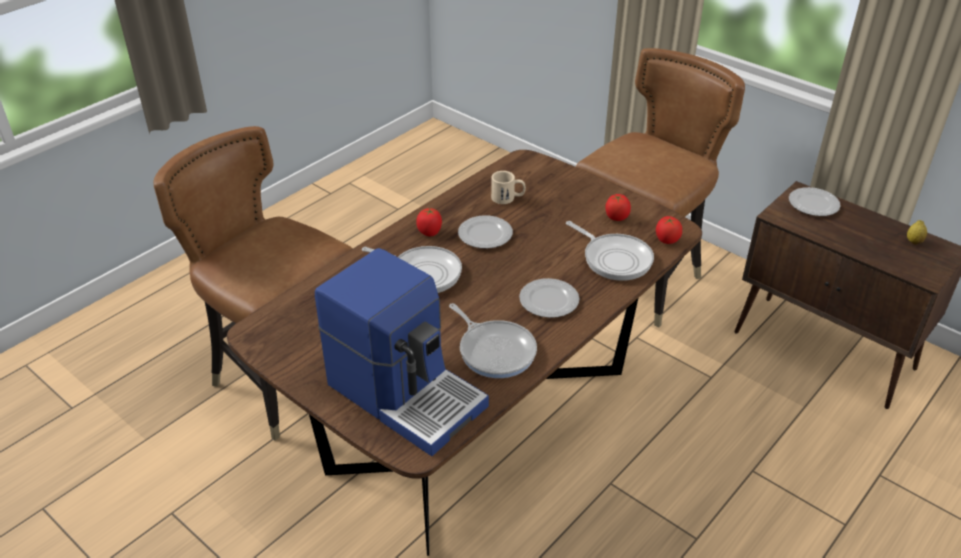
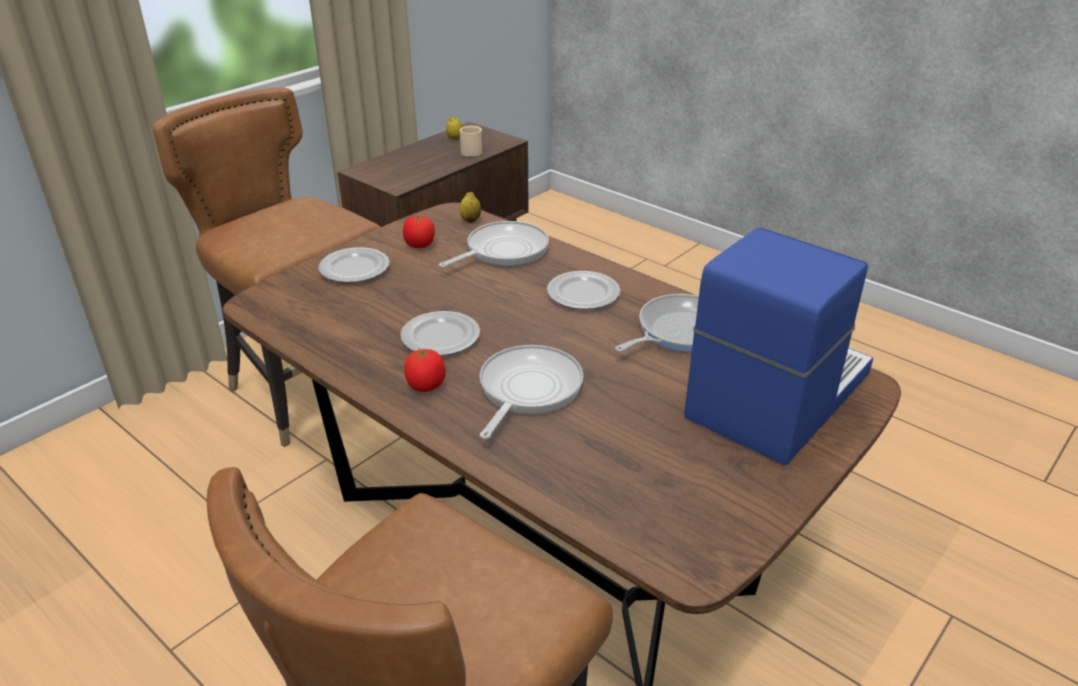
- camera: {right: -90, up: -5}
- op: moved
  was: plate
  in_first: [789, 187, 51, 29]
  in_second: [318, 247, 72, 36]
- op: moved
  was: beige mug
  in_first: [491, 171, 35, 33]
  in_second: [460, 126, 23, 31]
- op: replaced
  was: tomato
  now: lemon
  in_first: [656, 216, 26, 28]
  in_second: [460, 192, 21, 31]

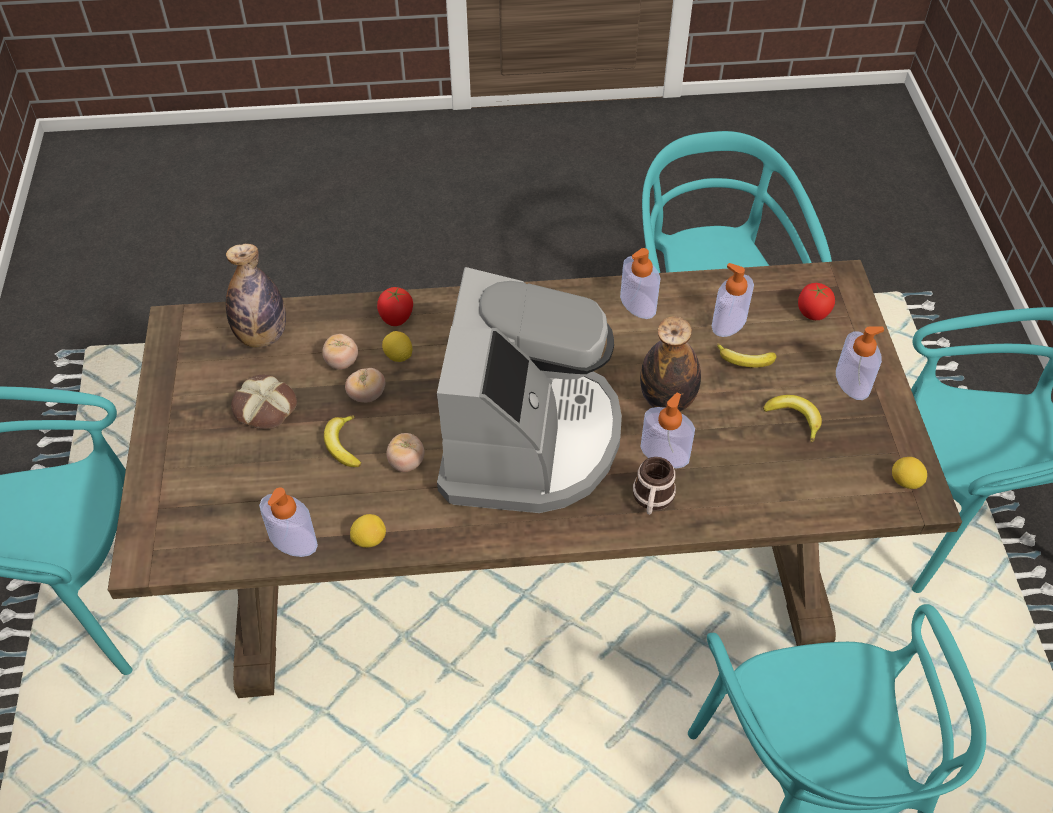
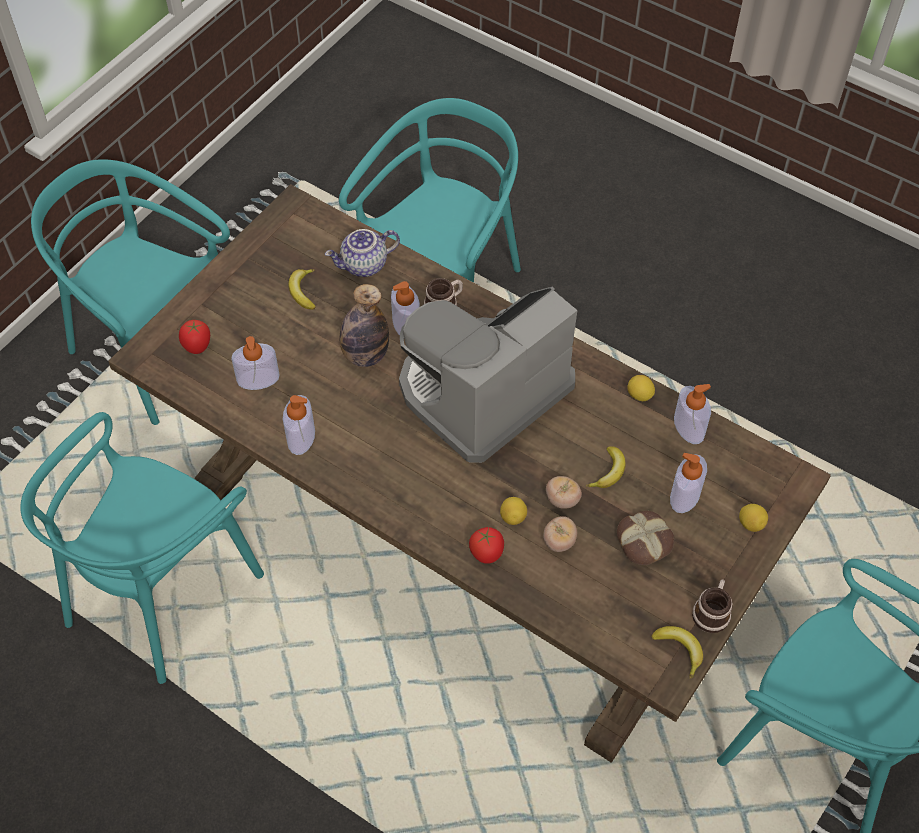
- camera: {right: -140, up: 5}
- op: added
  now: teapot
  in_second: [325, 229, 75, 48]
- op: moved
  was: banana
  in_first: [717, 344, 60, 24]
  in_second: [651, 626, 52, 53]
- op: moved
  was: soap dispenser
  in_first: [836, 326, 48, 74]
  in_second: [670, 453, 37, 60]
- op: added
  now: mug
  in_second: [692, 579, 41, 54]
- op: moved
  was: lemon
  in_first: [892, 457, 35, 32]
  in_second: [739, 504, 29, 28]
- op: removed
  was: bottle
  in_first: [226, 244, 60, 104]
- op: removed
  was: tomato
  in_first: [386, 433, 39, 39]

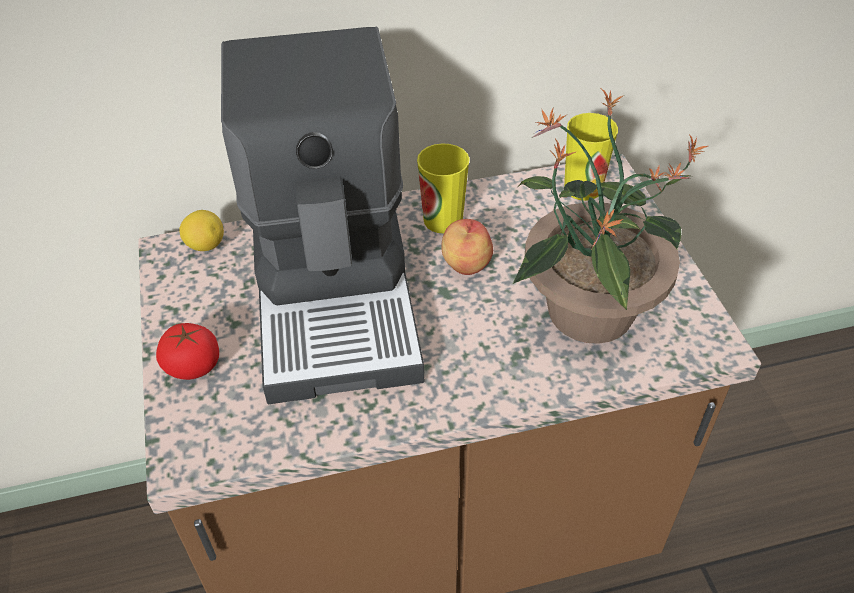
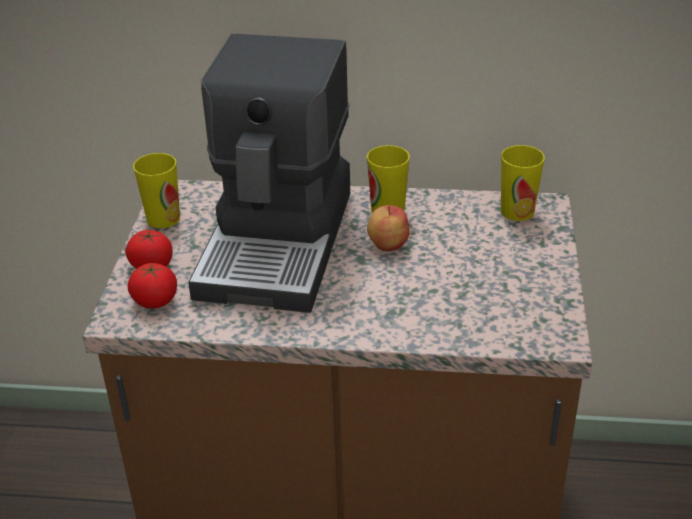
- camera: {right: 20, up: -10}
- op: added
  now: tomato
  in_second: [127, 263, 50, 46]
- op: added
  now: cup
  in_second: [133, 153, 47, 75]
- op: removed
  was: lemon
  in_first: [179, 210, 45, 41]
- op: removed
  was: potted plant
  in_first: [513, 89, 195, 255]

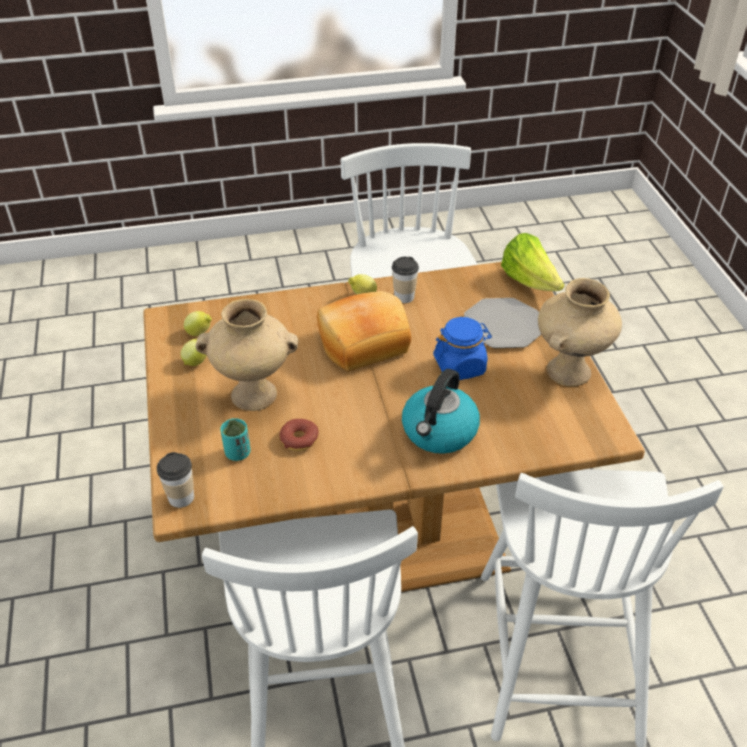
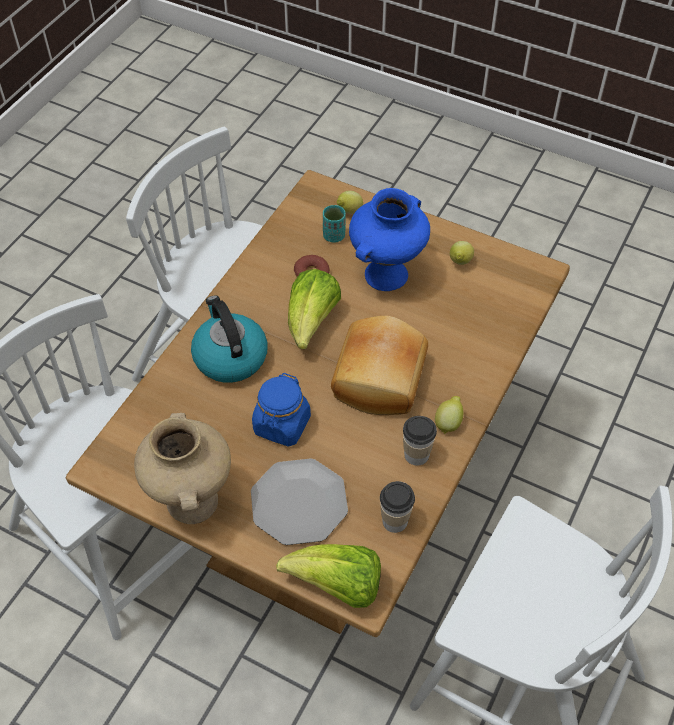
- camera: {right: 130, up: 10}
- op: added
  now: lettuce
  in_second: [288, 269, 53, 80]
- op: moved
  was: lemon
  in_first: [184, 311, 28, 25]
  in_second: [337, 191, 26, 23]
- op: recoloured
  was: beige vase
  now: blue vase
  in_first: [196, 299, 102, 112]
  in_second: [349, 188, 81, 103]
- op: moved
  was: cup
  in_first: [157, 452, 37, 56]
  in_second: [380, 481, 35, 52]

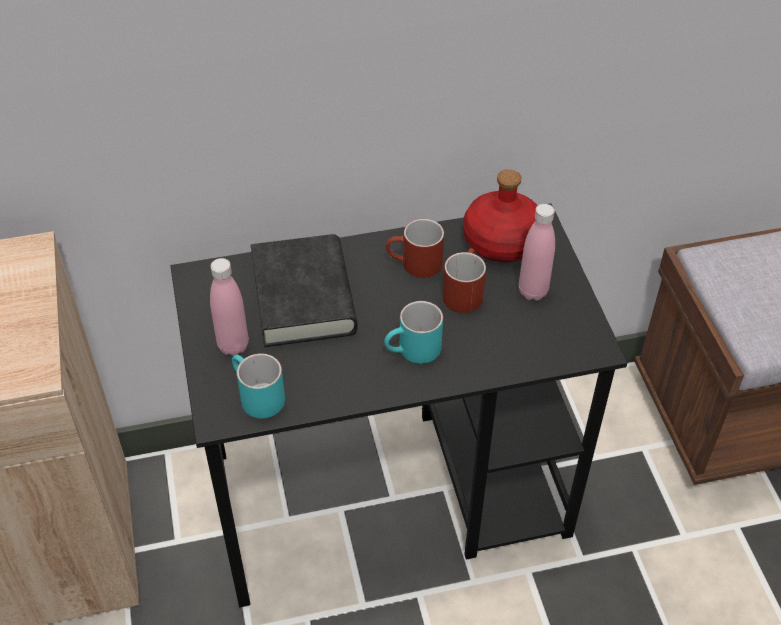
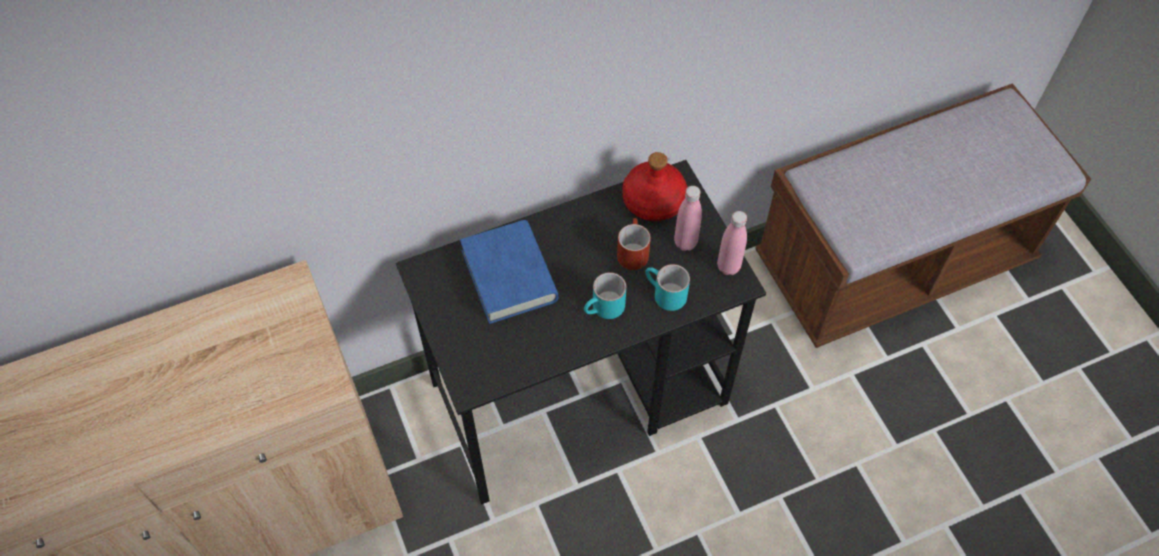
- camera: {right: -10, up: 10}
- op: recoloured
  was: black book
  now: blue book
  in_first: [251, 234, 106, 113]
  in_second: [460, 220, 98, 104]
- op: moved
  was: turquoise mug
  in_first: [232, 353, 53, 66]
  in_second: [645, 264, 45, 47]
- op: moved
  was: pink bottle
  in_first: [210, 258, 39, 98]
  in_second: [717, 211, 30, 64]
- op: removed
  was: red mug
  in_first: [386, 219, 58, 59]

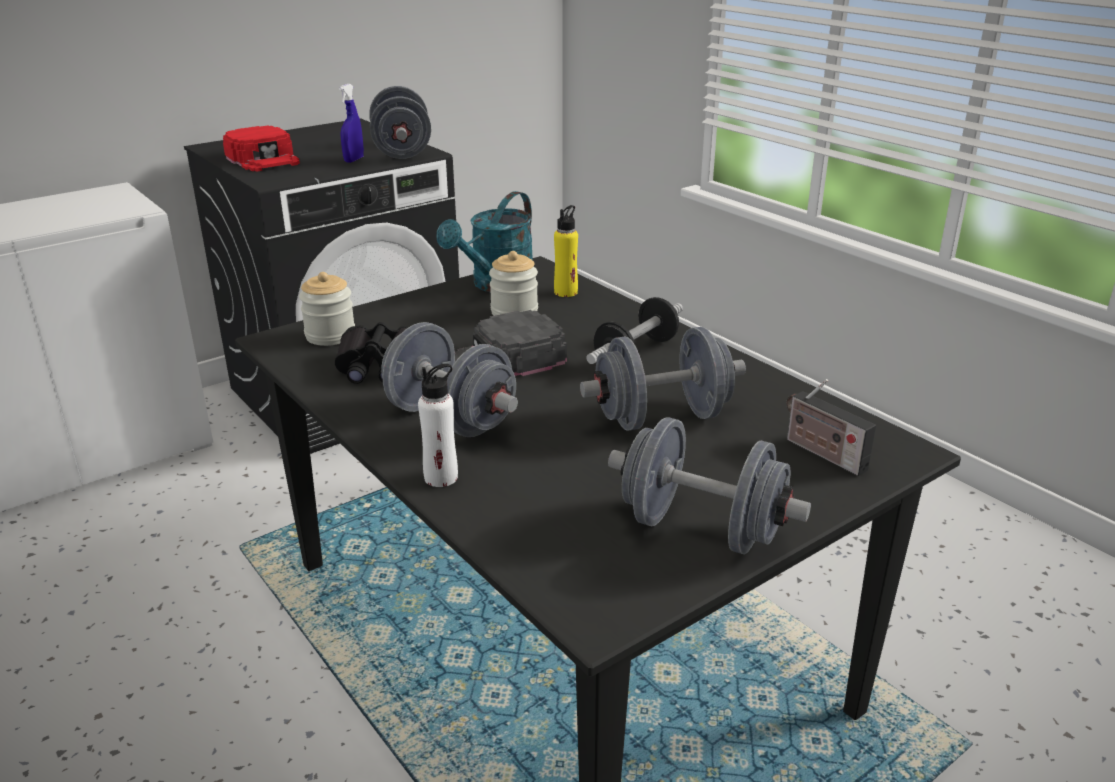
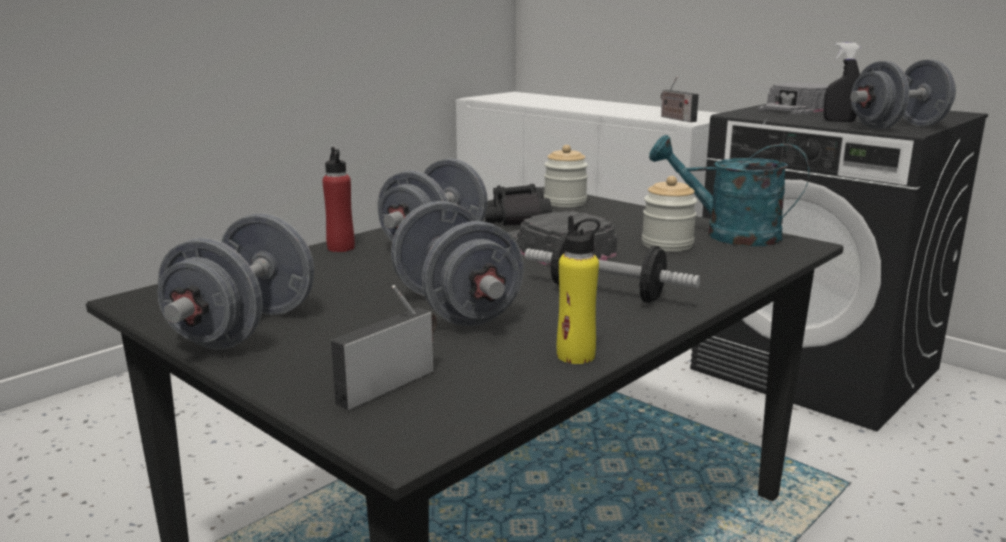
- camera: {right: 80, up: -10}
- op: recoloured
  was: white bottle
  now: red bottle
  in_first: [418, 364, 40, 123]
  in_second: [322, 147, 33, 105]
- op: moved
  was: yellow bottle
  in_first: [554, 205, 24, 92]
  in_second: [557, 216, 43, 148]
- op: added
  now: radio
  in_second: [661, 77, 38, 45]
- op: recoloured
  was: red cap
  now: grey cap
  in_first: [223, 125, 77, 47]
  in_second: [758, 82, 71, 32]
- op: recoloured
  was: blue spray bottle
  now: black spray bottle
  in_first: [339, 84, 25, 79]
  in_second: [823, 42, 37, 80]

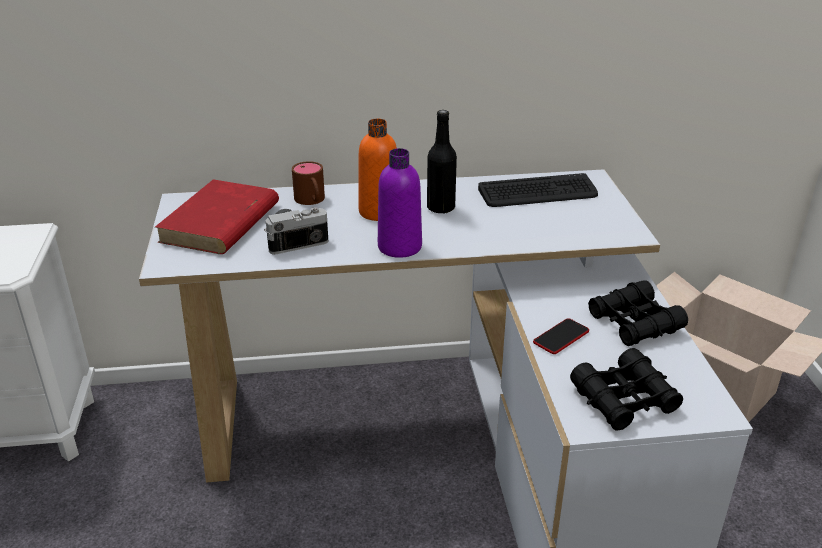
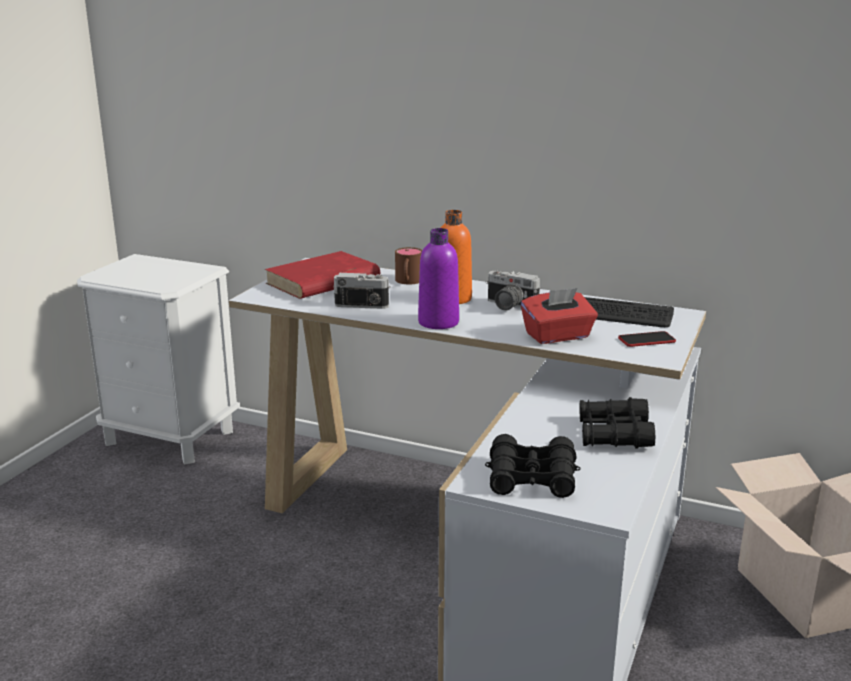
- camera: {right: 30, up: -10}
- op: replaced
  was: black bottle
  now: photo camera
  in_first: [427, 110, 30, 104]
  in_second: [485, 271, 55, 39]
- op: added
  now: red tissue box
  in_second: [521, 288, 77, 56]
- op: moved
  was: phone
  in_first: [533, 318, 56, 36]
  in_second: [618, 331, 58, 16]

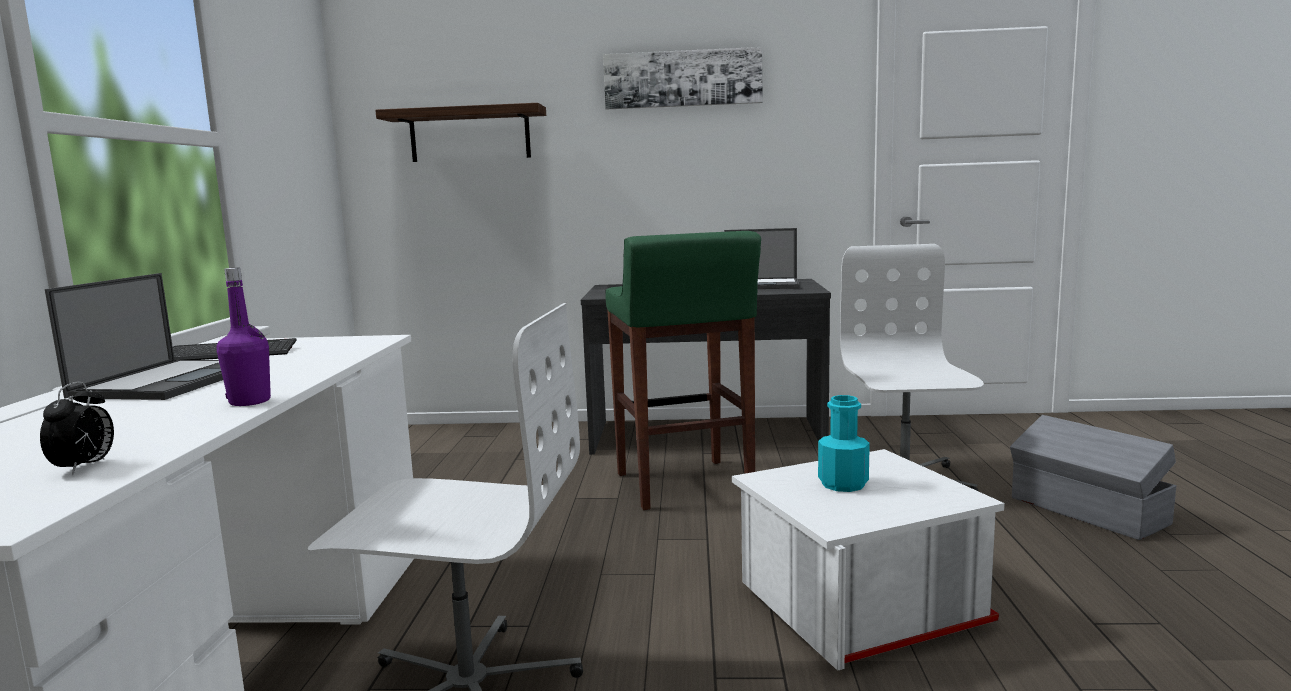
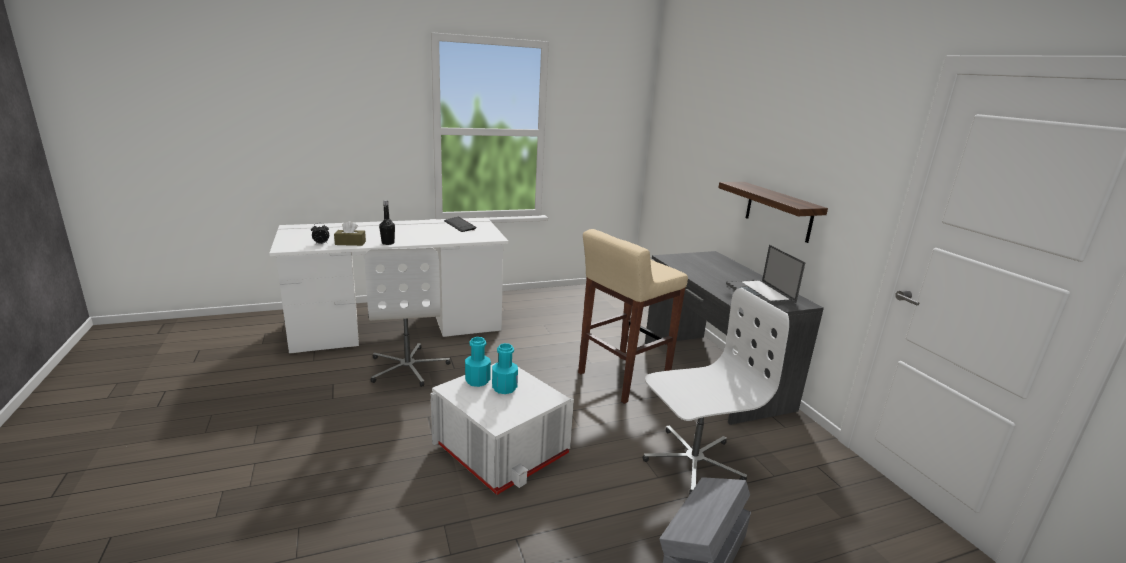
- camera: {right: 65, up: 10}
- op: added
  now: brown tissue box
  in_second: [334, 221, 32, 25]
- op: recoloured
  was: purple bottle
  now: black bottle
  in_first: [217, 268, 54, 138]
  in_second: [379, 201, 16, 44]
- op: added
  now: turquoise bottle
  in_second: [465, 337, 26, 50]
- op: recoloured
  was: green stool
  now: beige stool
  in_first: [605, 231, 156, 279]
  in_second: [578, 229, 110, 175]
- op: moved
  was: shelf
  in_first: [375, 103, 171, 59]
  in_second: [718, 182, 110, 61]
- op: removed
  was: laptop
  in_first: [45, 273, 178, 127]
- op: removed
  was: picture
  in_first: [603, 47, 159, 63]

